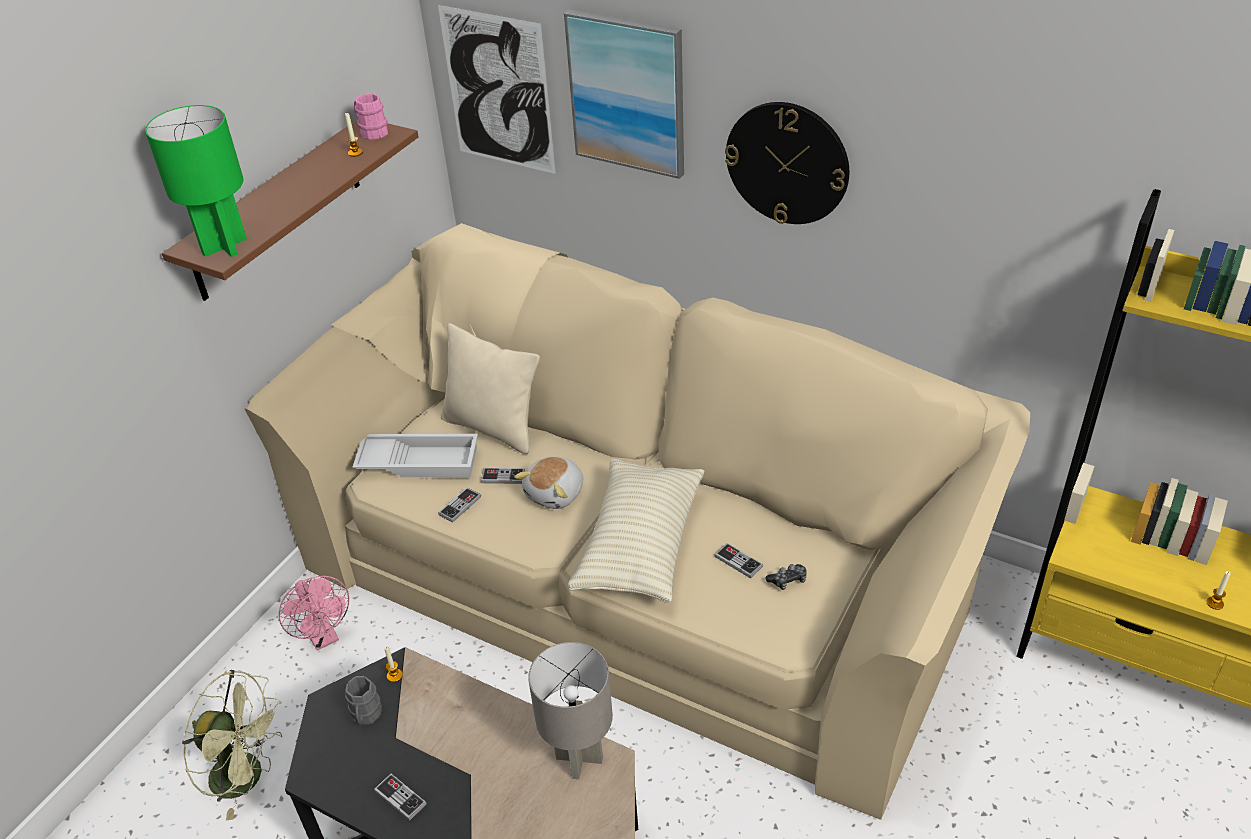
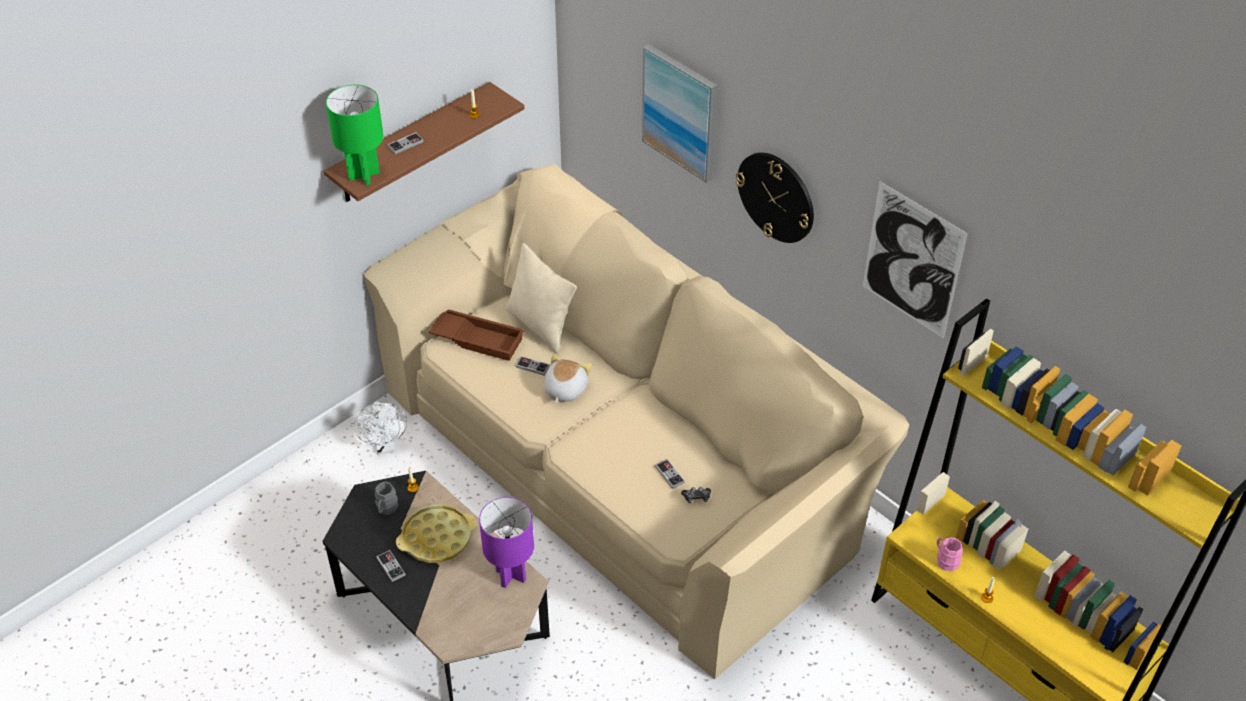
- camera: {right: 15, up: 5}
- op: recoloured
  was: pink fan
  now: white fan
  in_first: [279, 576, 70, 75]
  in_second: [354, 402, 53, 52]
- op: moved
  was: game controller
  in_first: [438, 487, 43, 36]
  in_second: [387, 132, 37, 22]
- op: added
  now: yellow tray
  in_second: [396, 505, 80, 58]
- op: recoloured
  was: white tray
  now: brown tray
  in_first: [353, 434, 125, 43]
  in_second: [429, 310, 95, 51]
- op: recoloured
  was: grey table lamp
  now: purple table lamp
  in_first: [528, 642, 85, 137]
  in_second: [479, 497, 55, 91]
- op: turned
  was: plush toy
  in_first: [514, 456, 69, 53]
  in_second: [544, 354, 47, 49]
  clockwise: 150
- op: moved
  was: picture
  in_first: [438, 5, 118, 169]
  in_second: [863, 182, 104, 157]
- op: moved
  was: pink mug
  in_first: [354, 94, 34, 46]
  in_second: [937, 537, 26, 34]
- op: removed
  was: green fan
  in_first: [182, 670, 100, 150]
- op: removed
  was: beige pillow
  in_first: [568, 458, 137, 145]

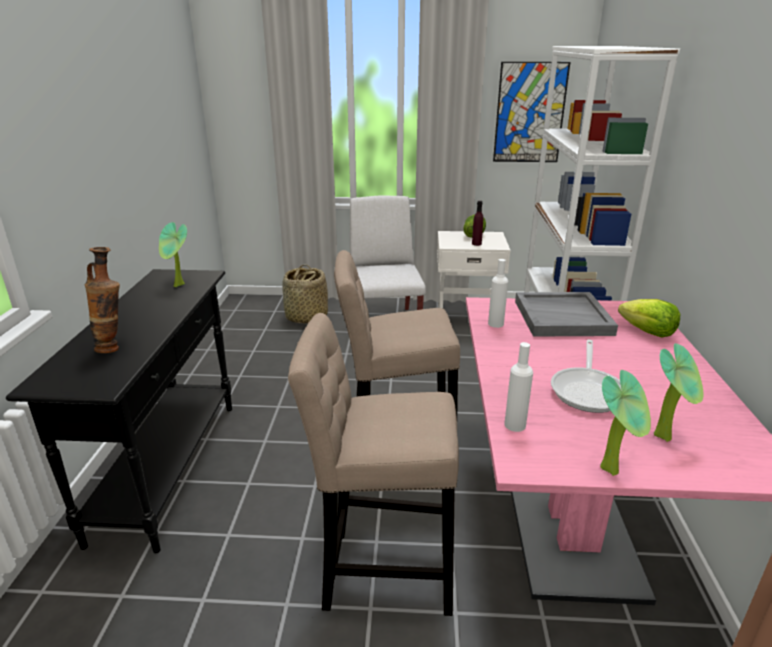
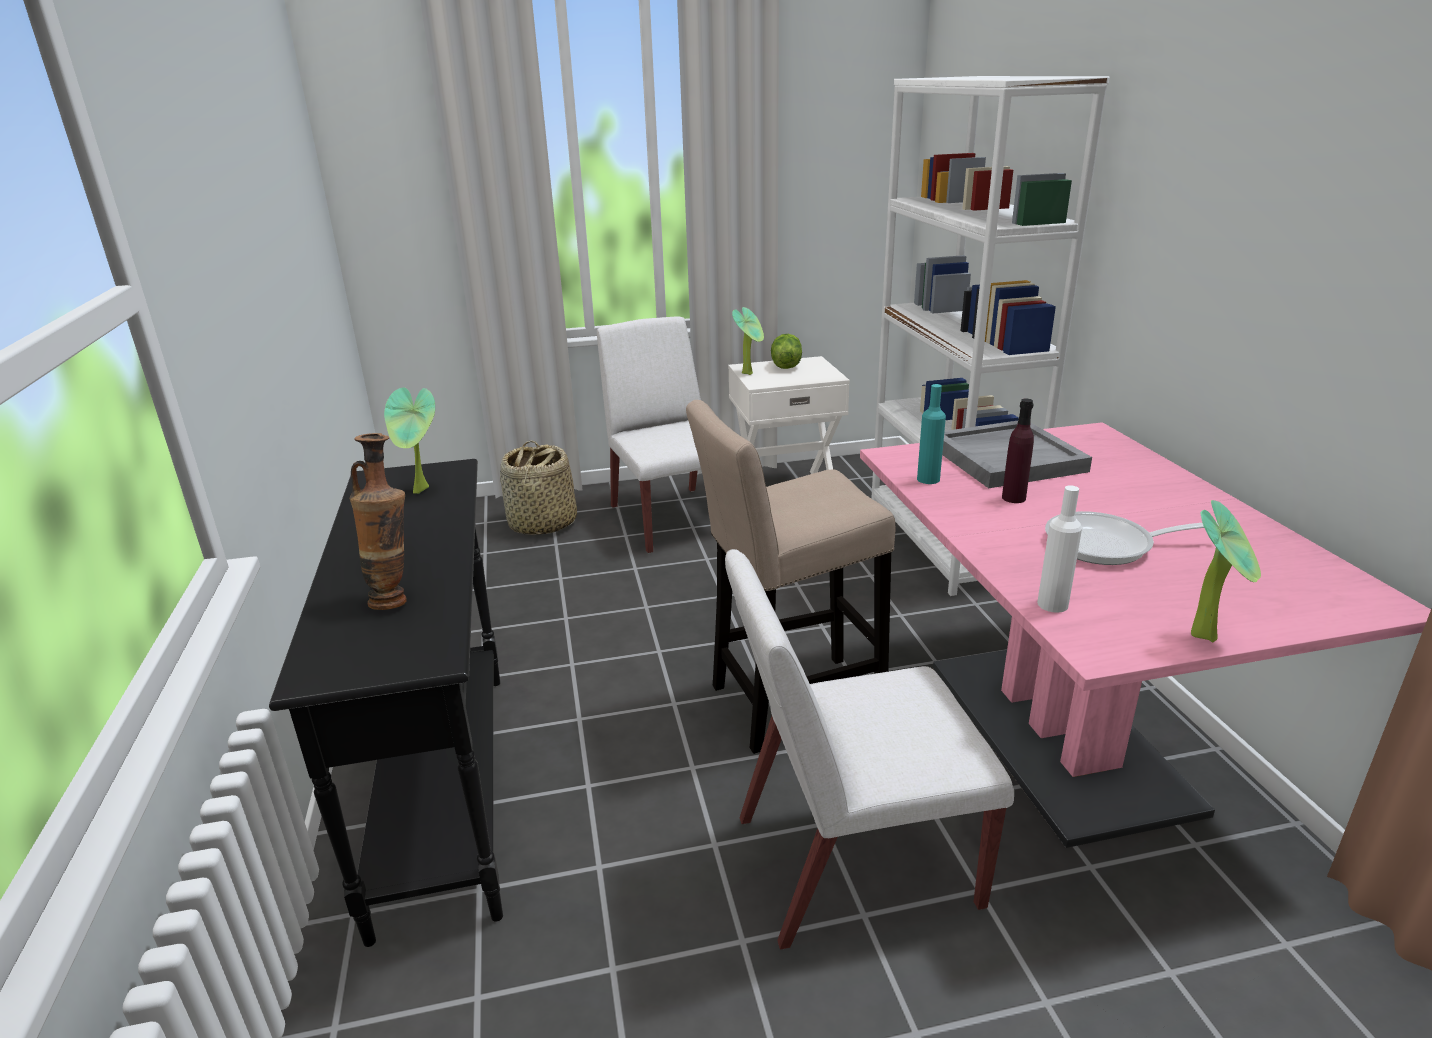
- camera: {right: -15, up: 0}
- op: replaced
  was: beige stool
  now: white chair
  in_first: [288, 313, 171, 303]
  in_second: [725, 549, 289, 400]
- op: moved
  was: potted plant
  in_first: [654, 343, 50, 99]
  in_second: [732, 307, 32, 68]
- op: recoloured
  was: white bottle
  now: turquoise bottle
  in_first: [488, 259, 20, 69]
  in_second: [917, 384, 29, 100]
- op: moved
  was: purple bottle
  in_first: [472, 201, 12, 45]
  in_second: [1002, 399, 32, 104]
- op: turned
  was: frying pan
  in_first: [551, 340, 71, 73]
  in_second: [1045, 511, 174, 54]
  clockwise: 90
- op: removed
  was: picture
  in_first: [493, 62, 77, 100]
- op: removed
  was: lettuce
  in_first: [618, 299, 62, 39]

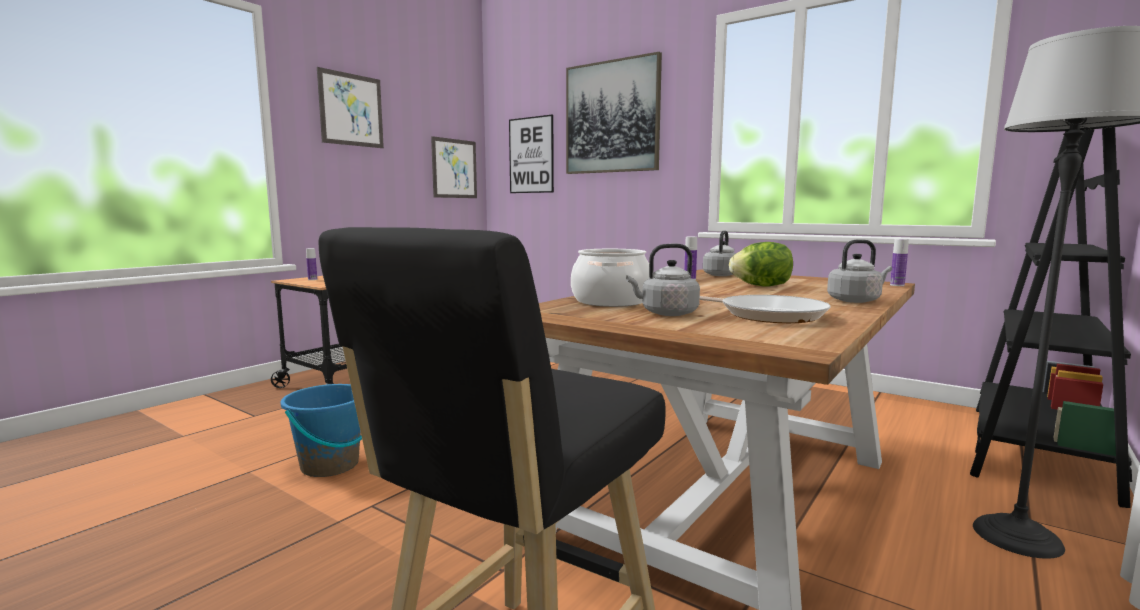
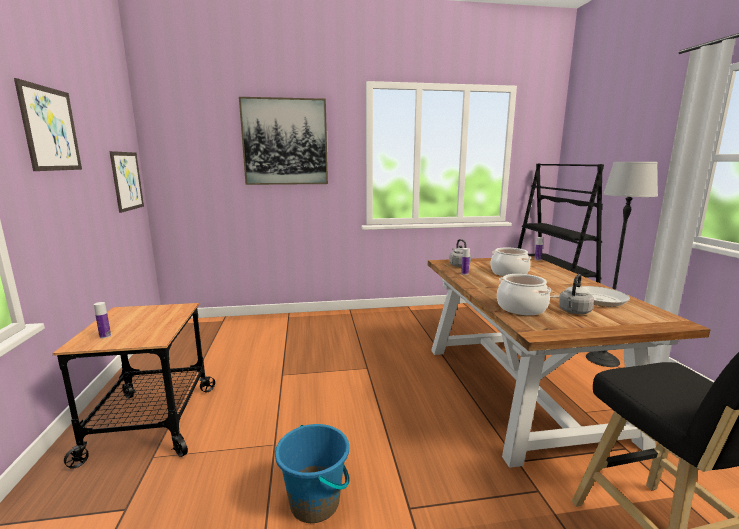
- camera: {right: -45, up: 5}
- op: replaced
  was: lettuce
  now: cooking pot
  in_first: [729, 242, 64, 45]
  in_second: [490, 248, 41, 28]
- op: removed
  was: picture
  in_first: [509, 115, 45, 78]
- op: removed
  was: grey kettle
  in_first: [827, 239, 65, 64]

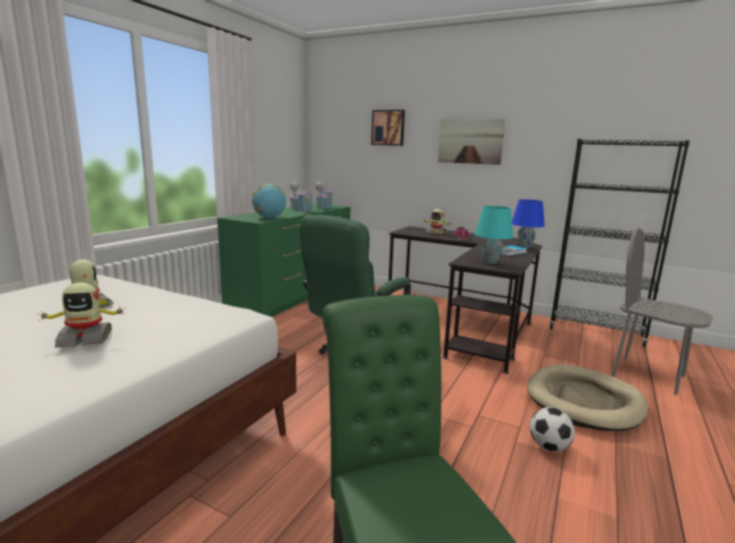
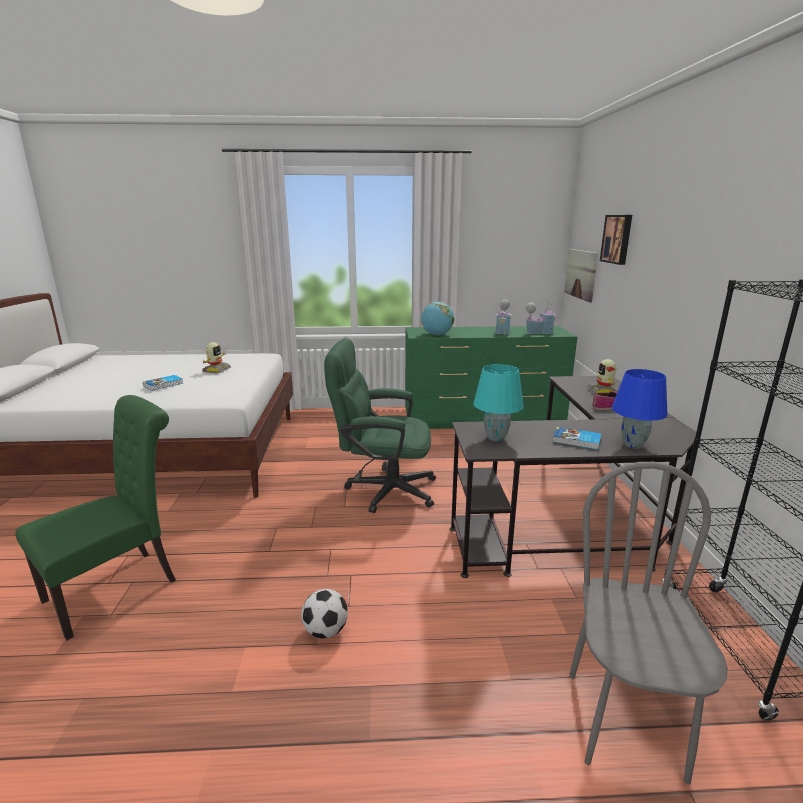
- camera: {right: 60, up: 5}
- op: replaced
  was: toy robot
  now: book
  in_first: [37, 282, 89, 66]
  in_second: [143, 375, 40, 16]
- op: moved
  was: picture
  in_first: [438, 119, 68, 46]
  in_second: [564, 249, 34, 54]
- op: removed
  was: beige dog bed
  in_first: [527, 364, 121, 67]

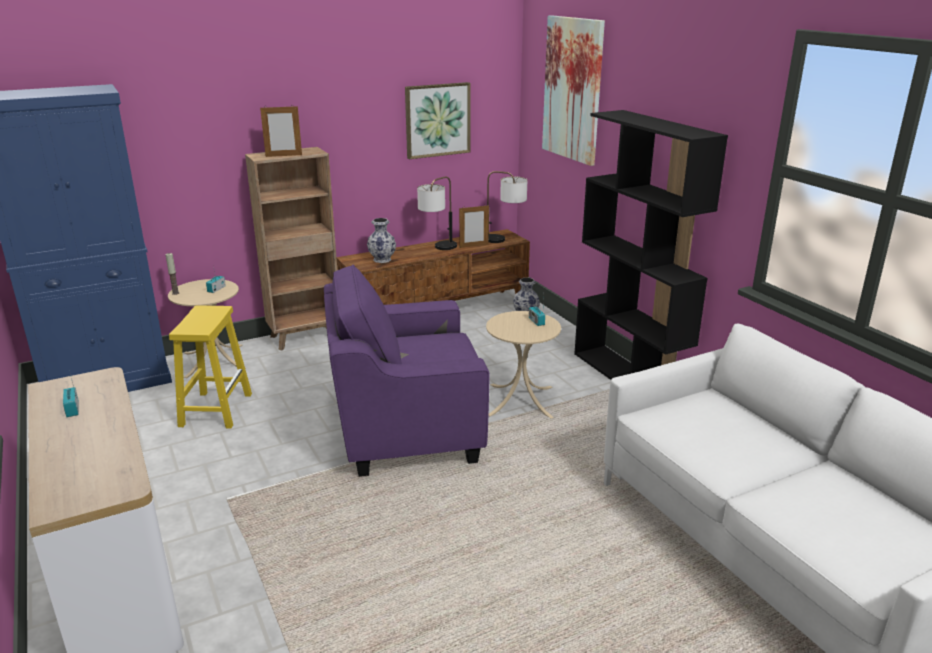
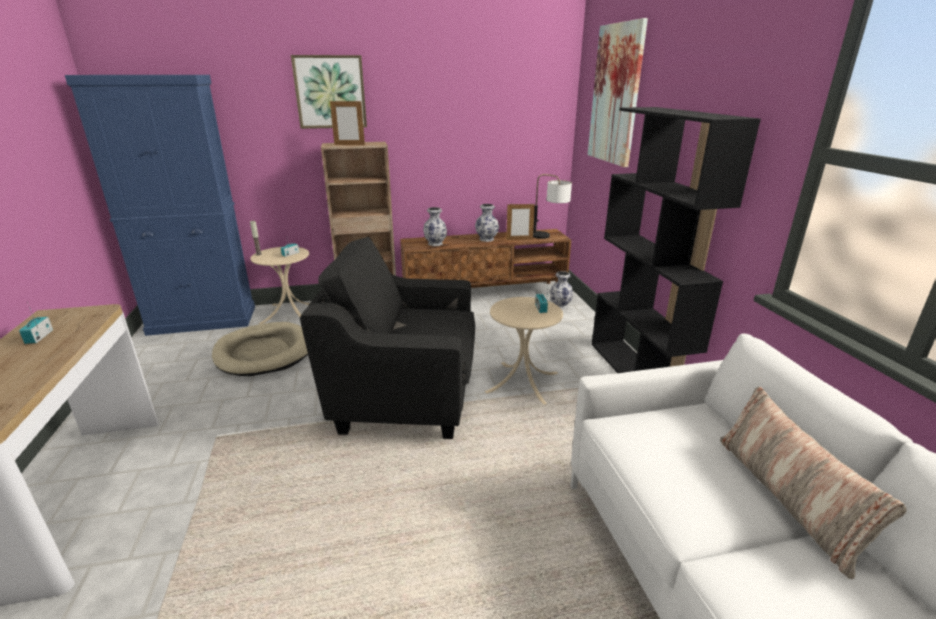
- camera: {right: 15, up: 0}
- op: replaced
  was: yellow stool
  now: beige dog bed
  in_first: [169, 305, 83, 124]
  in_second: [212, 322, 96, 54]
- op: moved
  was: picture
  in_first: [405, 82, 66, 77]
  in_second: [291, 55, 76, 74]
- op: recoloured
  was: purple armchair
  now: black armchair
  in_first: [324, 264, 165, 213]
  in_second: [300, 237, 175, 202]
- op: replaced
  was: table lamp
  now: vase
  in_first: [417, 176, 40, 74]
  in_second: [475, 204, 24, 38]
- op: added
  now: pillow
  in_second: [720, 387, 187, 192]

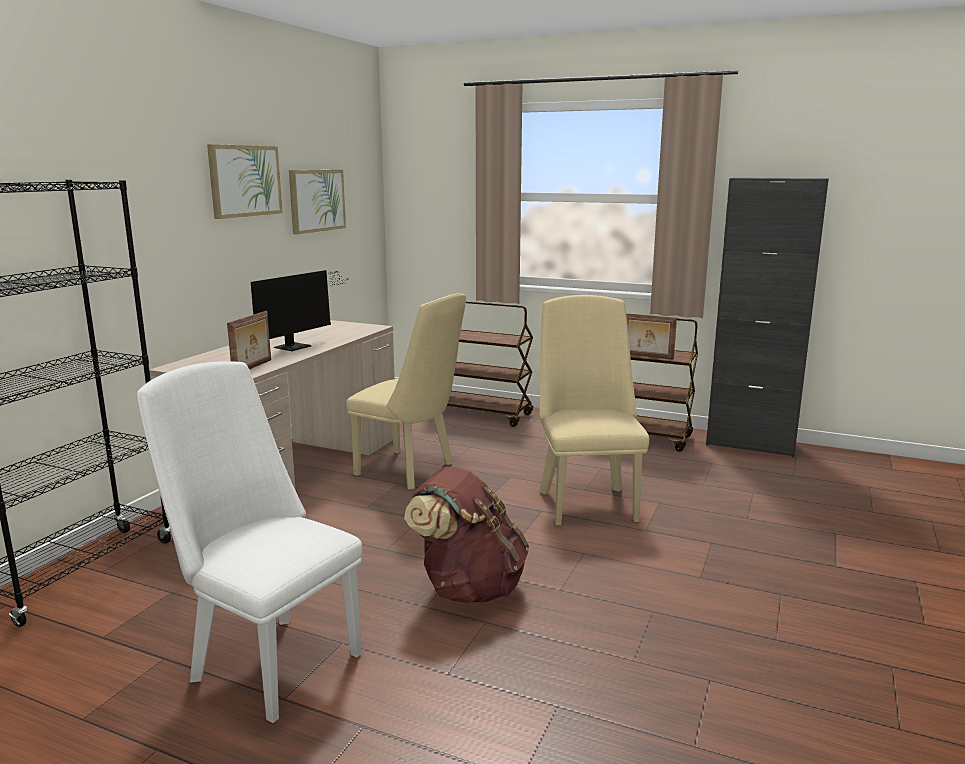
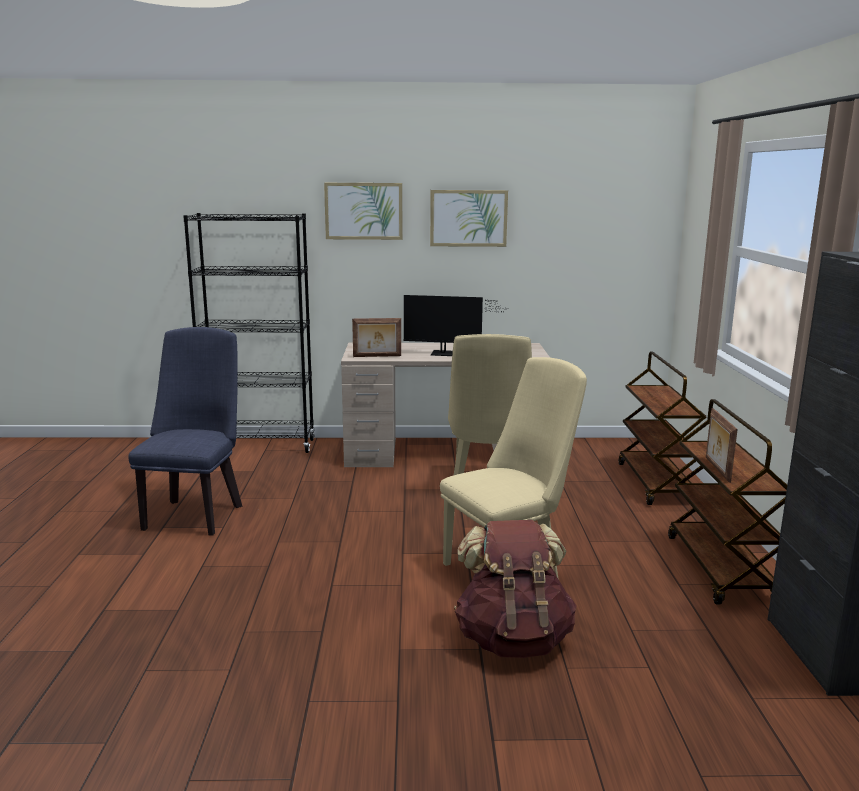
- camera: {right: 65, up: 0}
- op: recoloured
  was: white chair
  now: blue chair
  in_first: [137, 361, 226, 362]
  in_second: [128, 327, 114, 209]
- op: moved
  was: picture
  in_first: [289, 170, 57, 64]
  in_second: [324, 183, 78, 57]
- op: moved
  was: brown backpack
  in_first: [404, 467, 125, 136]
  in_second: [454, 520, 122, 138]

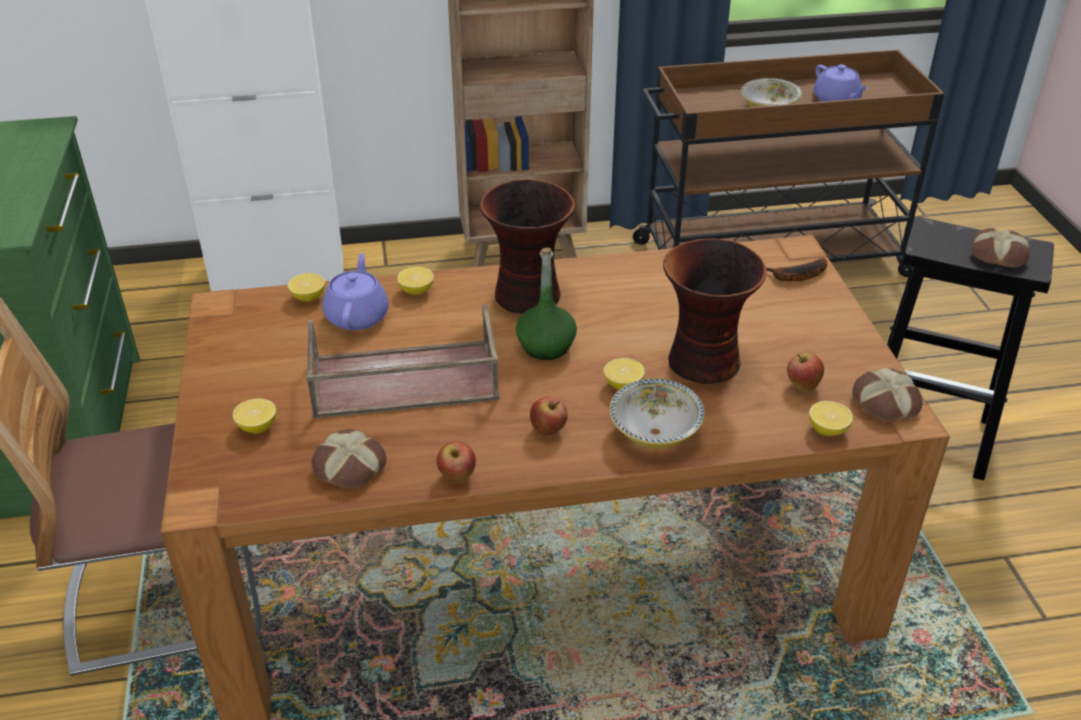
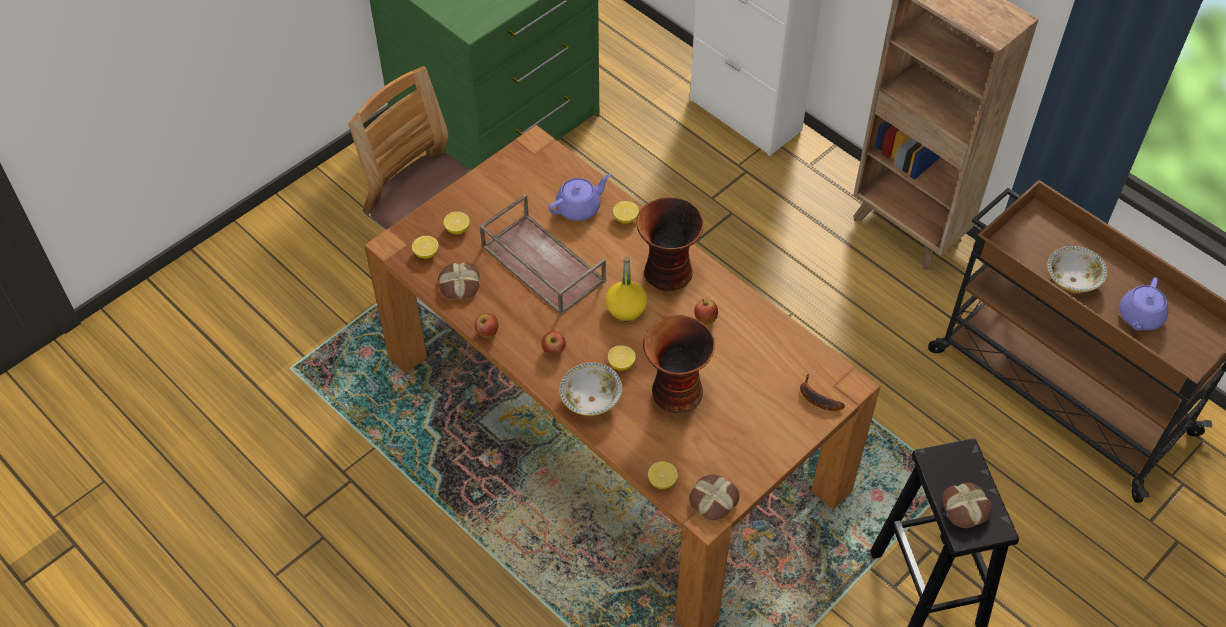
- camera: {right: 55, up: 15}
- op: moved
  was: lemon
  in_first: [288, 273, 37, 29]
  in_second: [412, 236, 27, 23]
- op: recoloured
  was: green bottle
  now: yellow bottle
  in_first: [516, 248, 61, 112]
  in_second: [605, 256, 43, 66]
- op: moved
  was: apple
  in_first: [787, 353, 37, 39]
  in_second: [694, 299, 24, 26]

